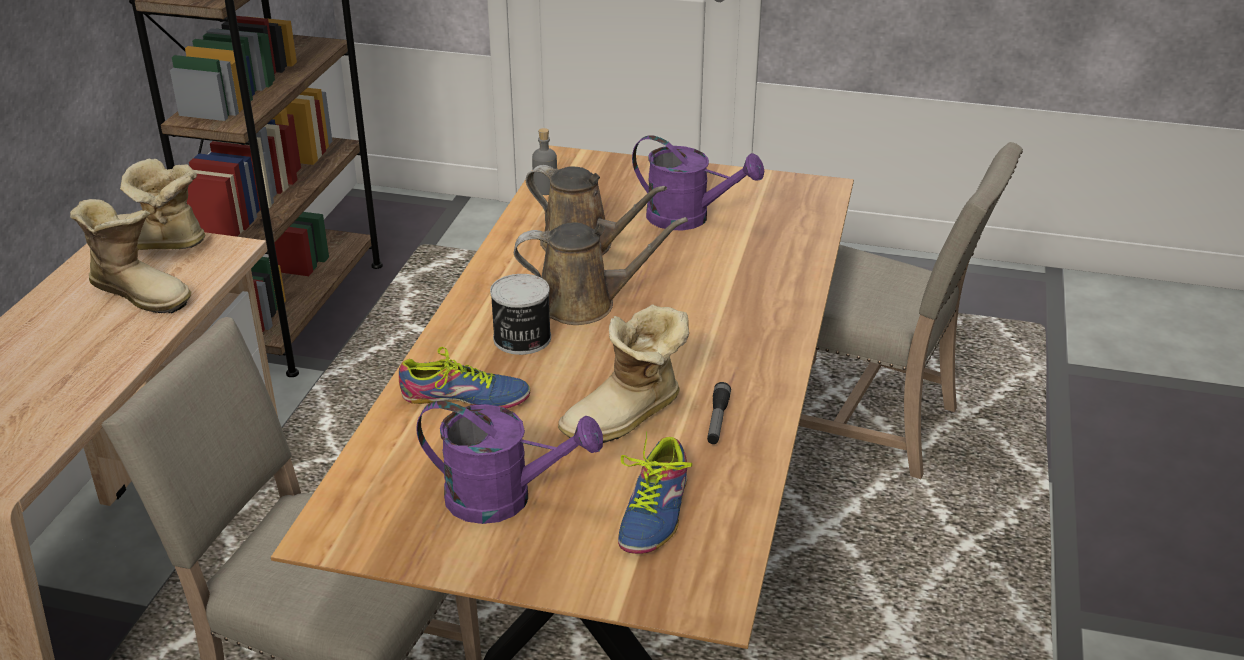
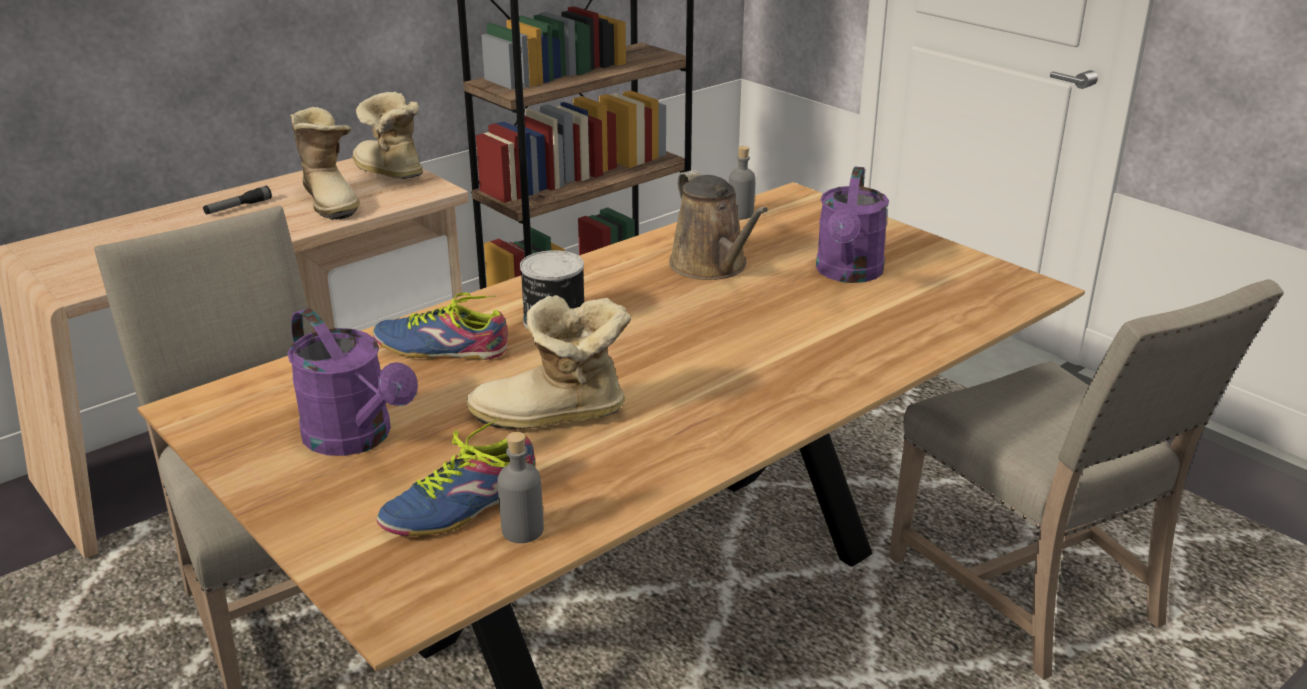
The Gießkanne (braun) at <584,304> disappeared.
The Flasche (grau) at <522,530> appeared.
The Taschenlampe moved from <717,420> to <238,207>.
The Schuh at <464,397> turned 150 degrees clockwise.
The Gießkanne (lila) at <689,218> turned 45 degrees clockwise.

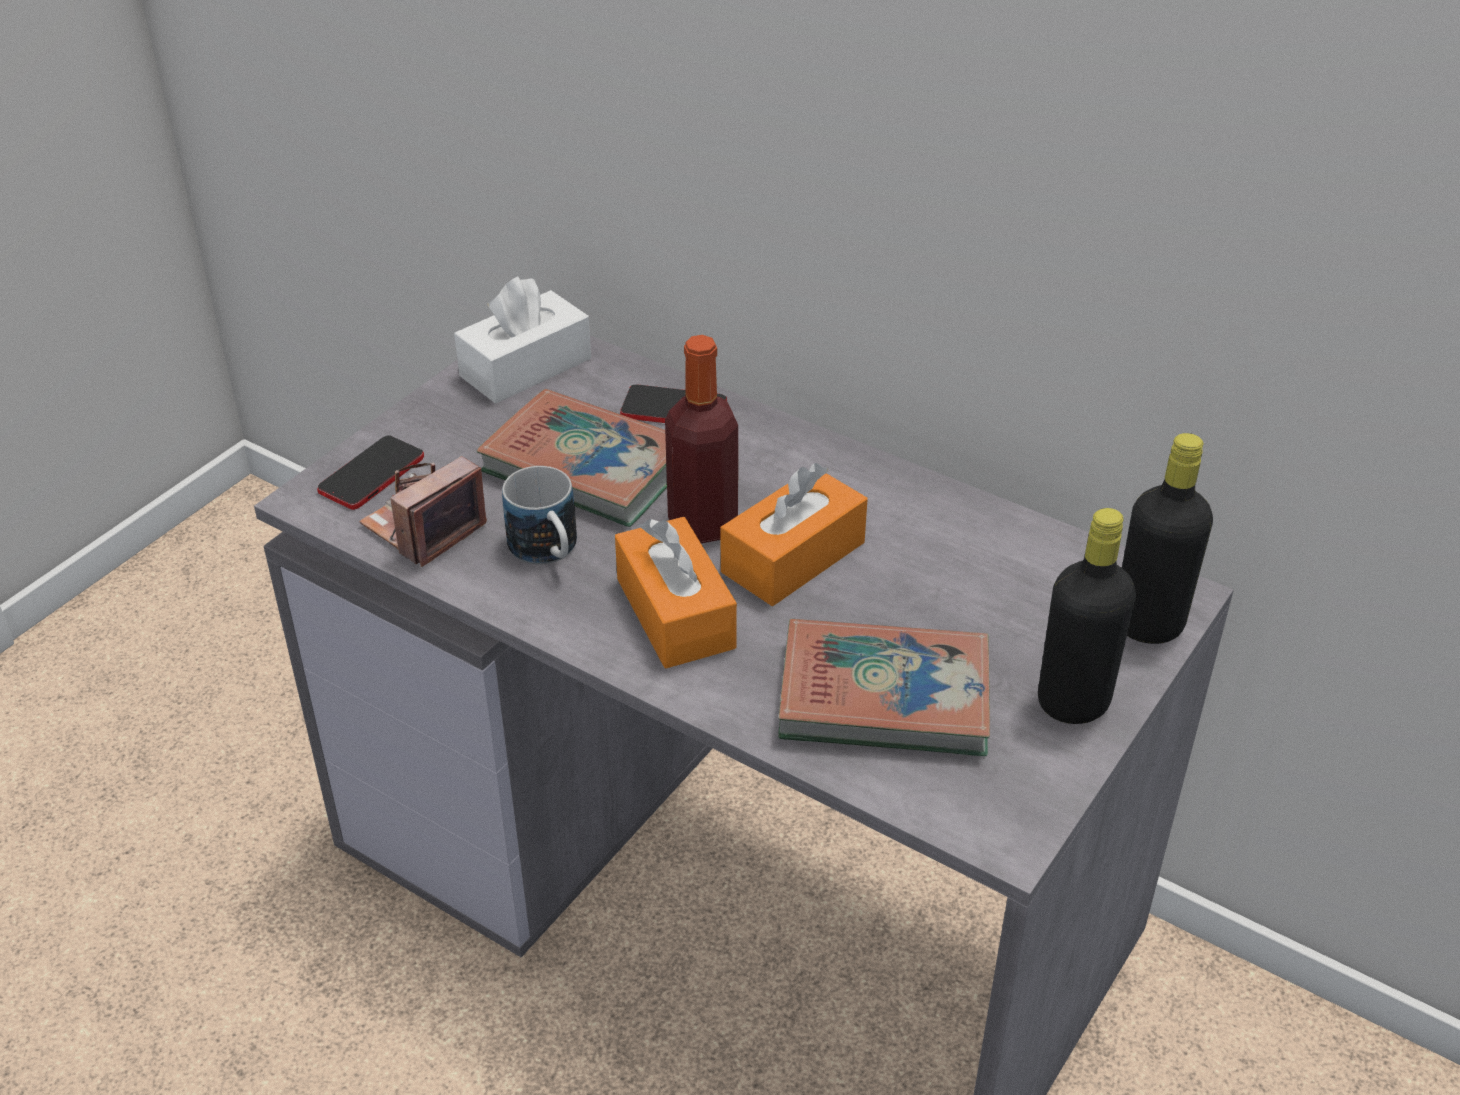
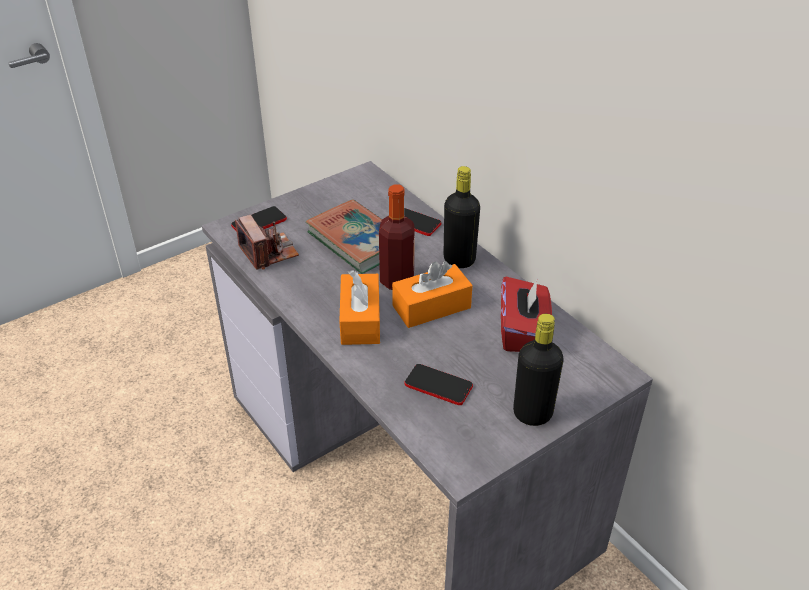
The Taschentuchbox (weiß) at <525,367> disappeared.
The Henkelbecher at <548,553> disappeared.
The Taschentuchbox (rot) at <523,332> appeared.
The Flasche (schwarz) moved from <1148,625> to <459,260>.
The Buch at <884,697> was replaced by the Handy at <438,385>.
The Kamera at <424,528> turned 90 degrees clockwise.

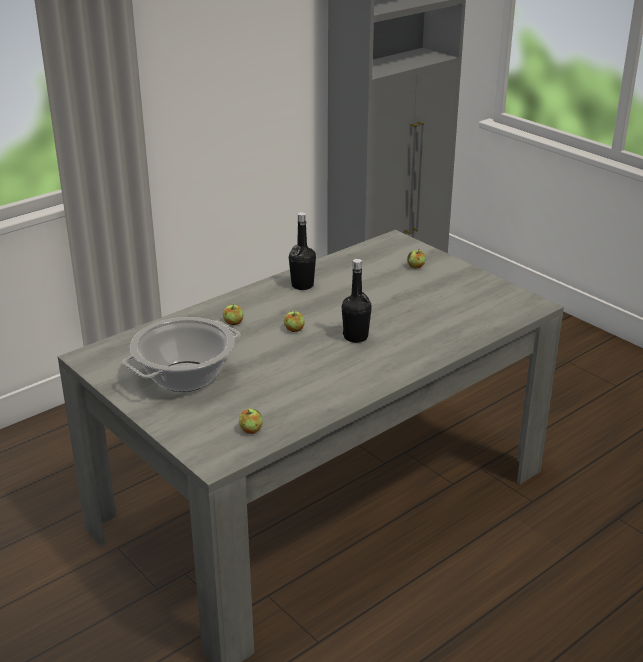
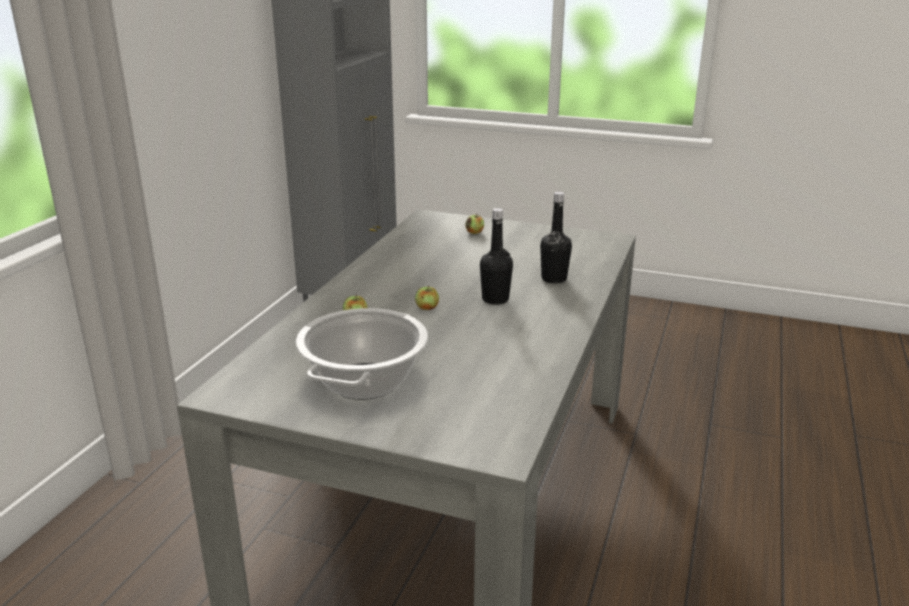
The Apfel at <251,430> disappeared.
The Flasche (schwarz) moved from <302,285> to <554,279>.

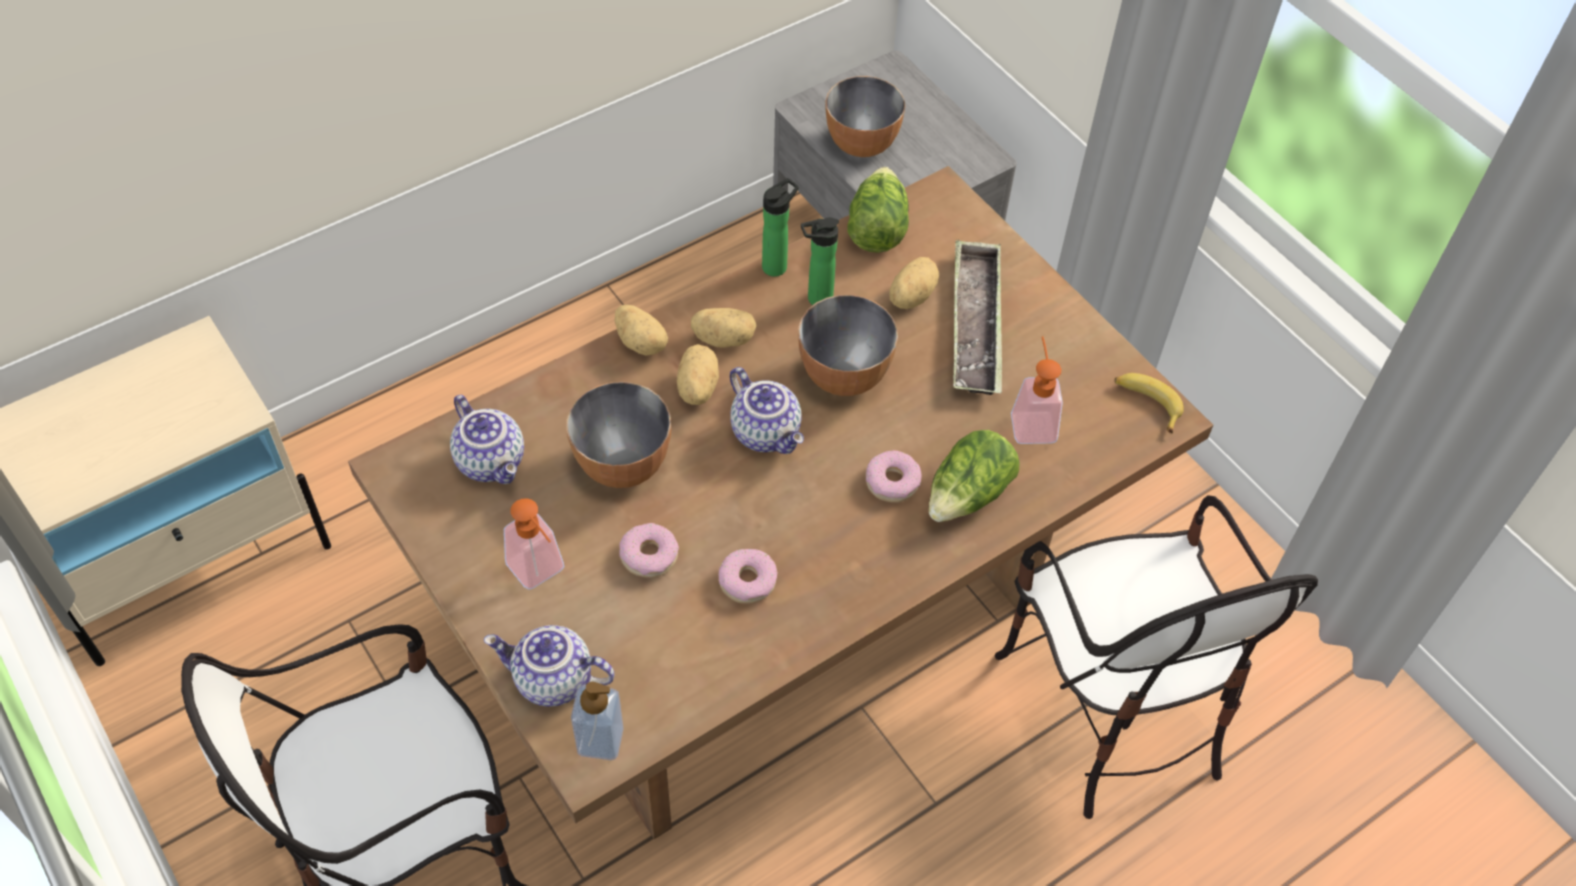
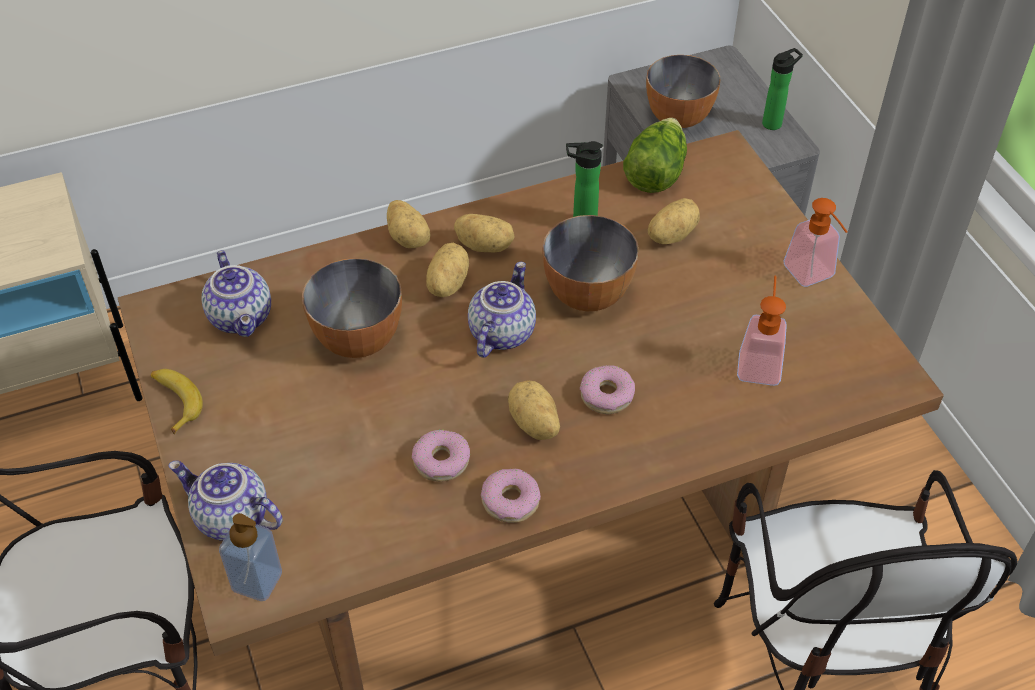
The Salatkopf at <968,495> disappeared.
The Tablett at <976,324> disappeared.
The Kartoffel at <533,424> appeared.
The Seifenspender moved from <541,573> to <813,277>.
The Donut moved from <649,556> to <510,501>.
The Flasche moved from <777,265> to <774,123>.
The Banane moved from <1146,403> to <174,402>.
The Teekanne at <767,432> turned 135 degrees counterclockwise.

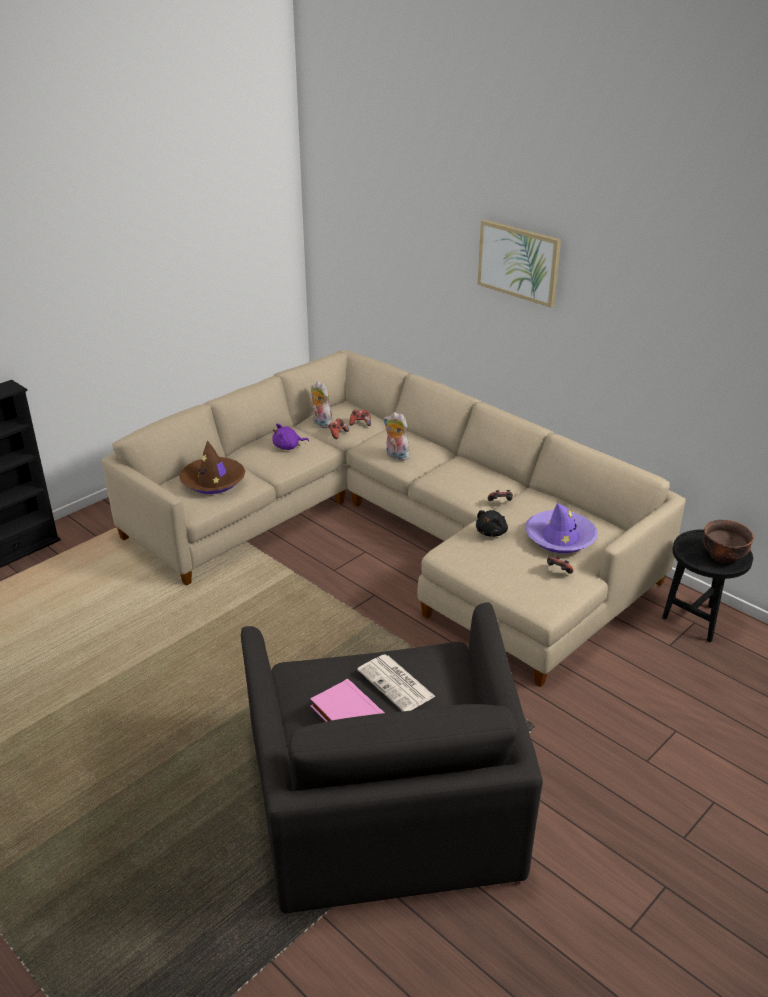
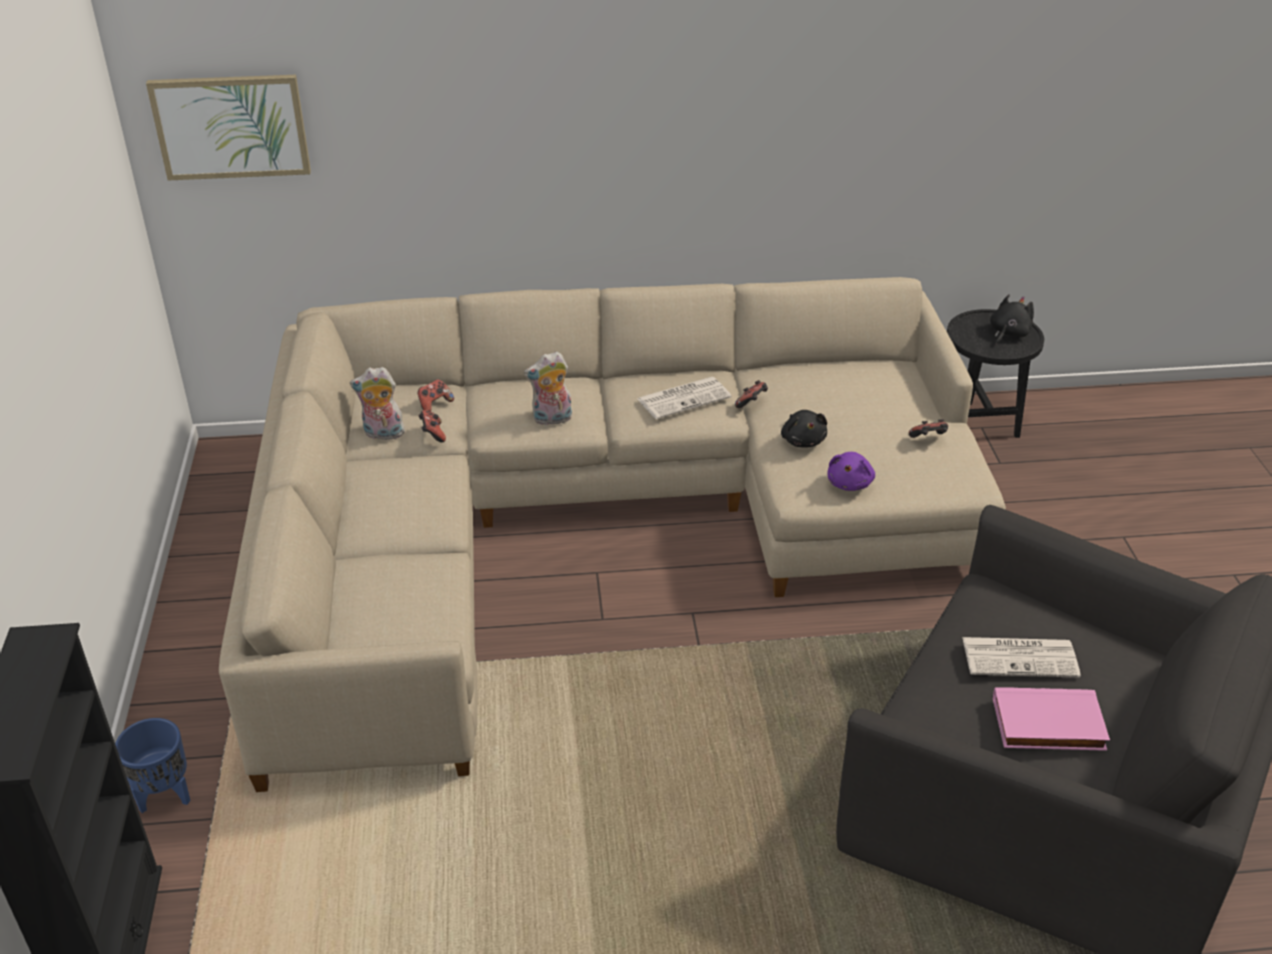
The Hut (braun) at <213,481> disappeared.
The Hut (lila) at <560,538> disappeared.
The Pflanzkübel (blau) at <164,797> appeared.
The Zeitung at <684,398> appeared.
The Plüschtier (lila) moved from <288,447> to <850,483>.
The Bild moved from <519,262> to <231,126>.
The Schüssel (braun) at <722,556> was replaced by the Plüschtier (schwarz) at <1008,333>.

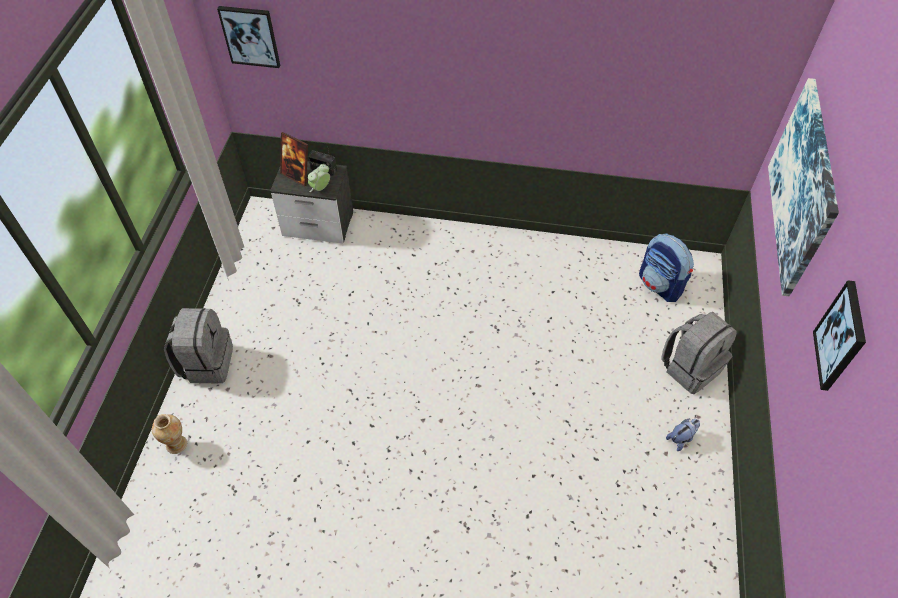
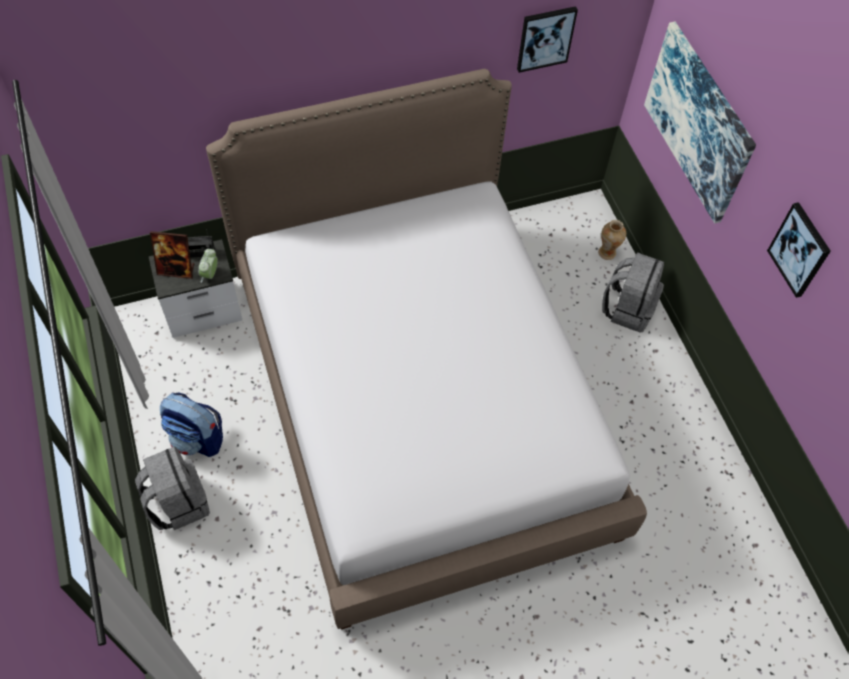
The Plüschtier at <681,438> disappeared.
The Bett at <421,403> appeared.
The Vase moved from <177,444> to <607,253>.
The Bild moved from <250,36> to <545,38>.
The Rucksack moved from <660,285> to <197,439>.

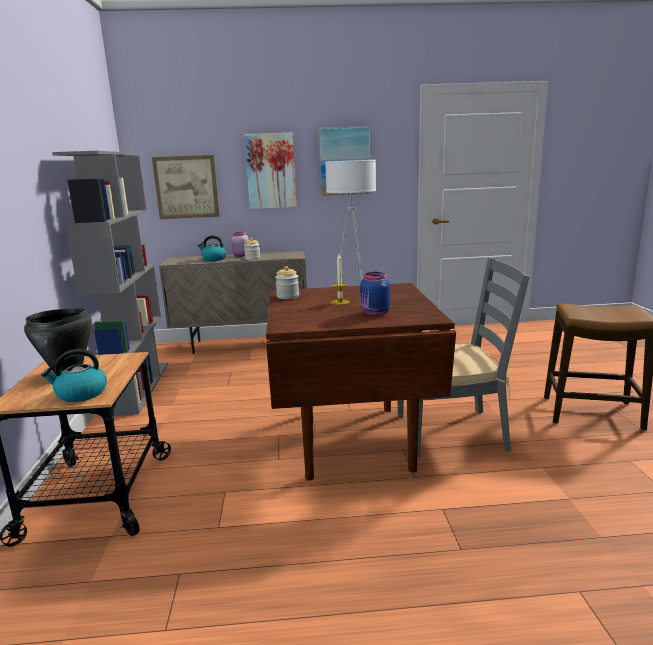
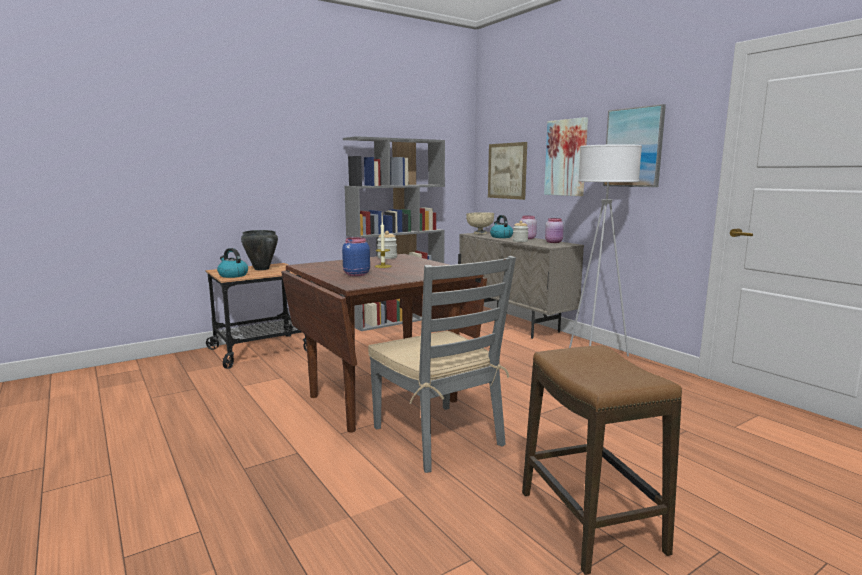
The Schüssel (beige) at <480,233> appeared.
The Vorratsglas (rosa) at <554,242> appeared.

